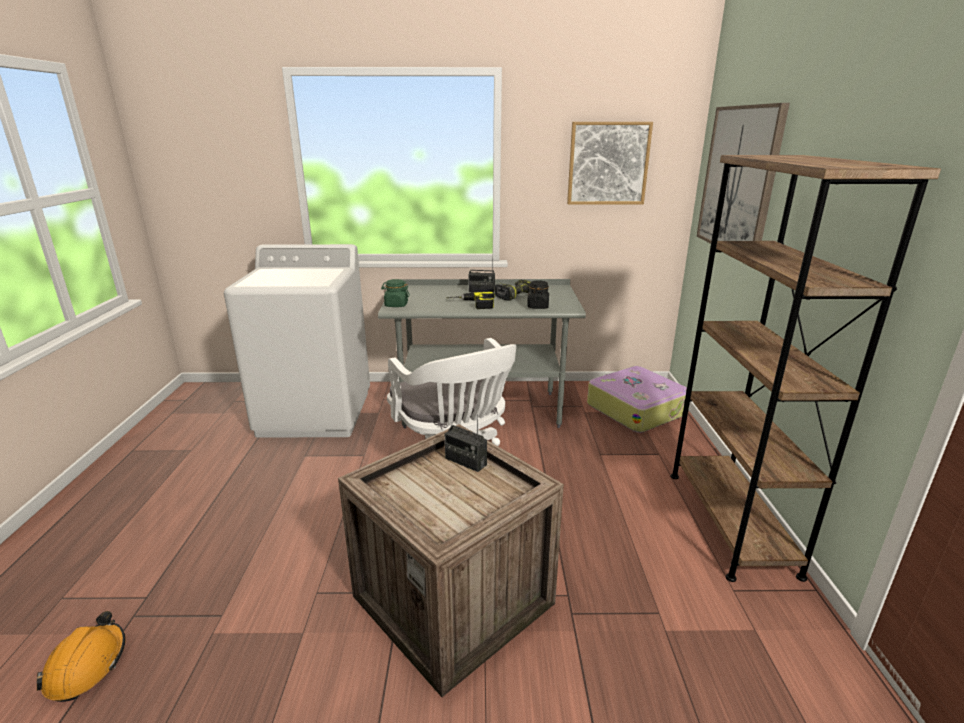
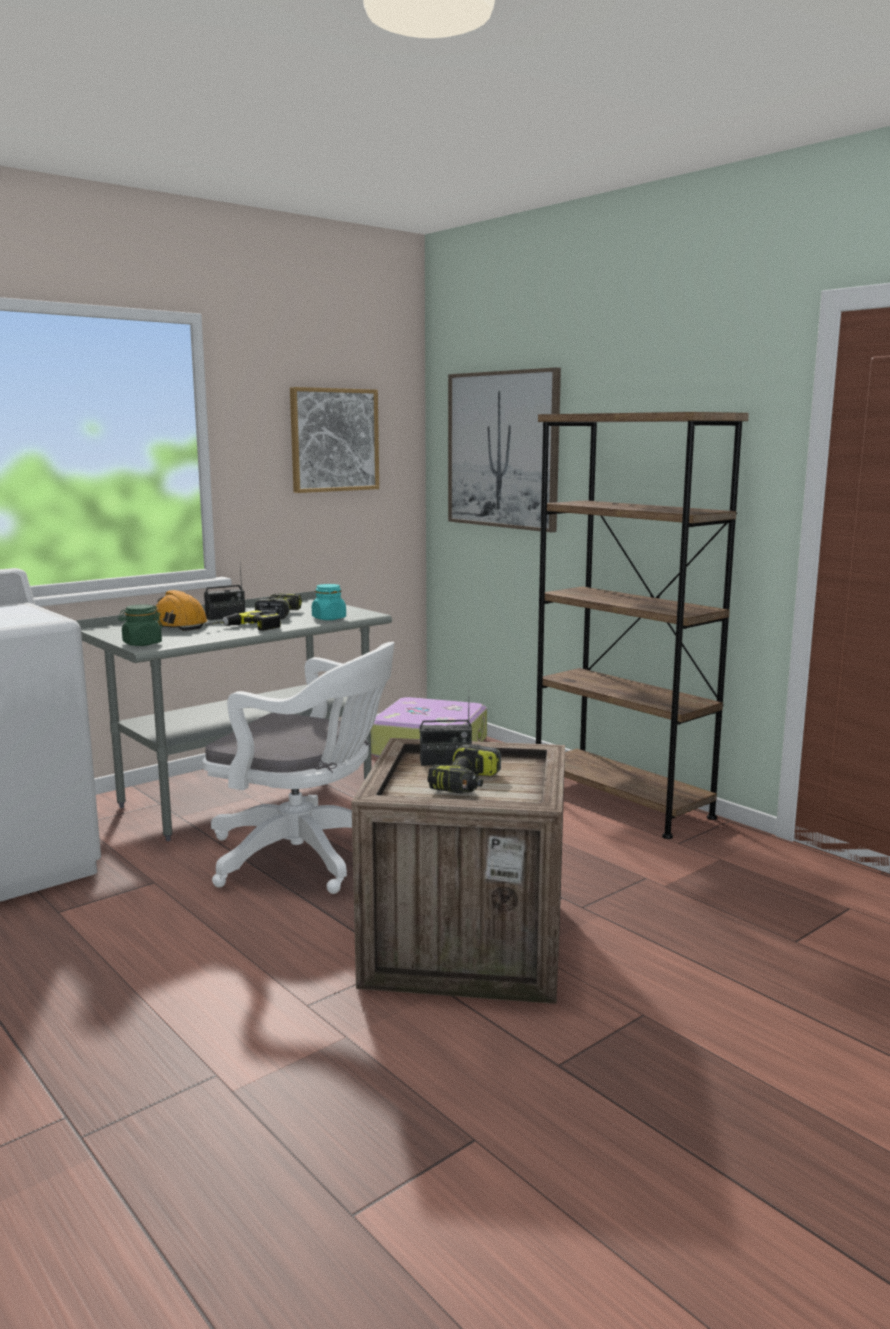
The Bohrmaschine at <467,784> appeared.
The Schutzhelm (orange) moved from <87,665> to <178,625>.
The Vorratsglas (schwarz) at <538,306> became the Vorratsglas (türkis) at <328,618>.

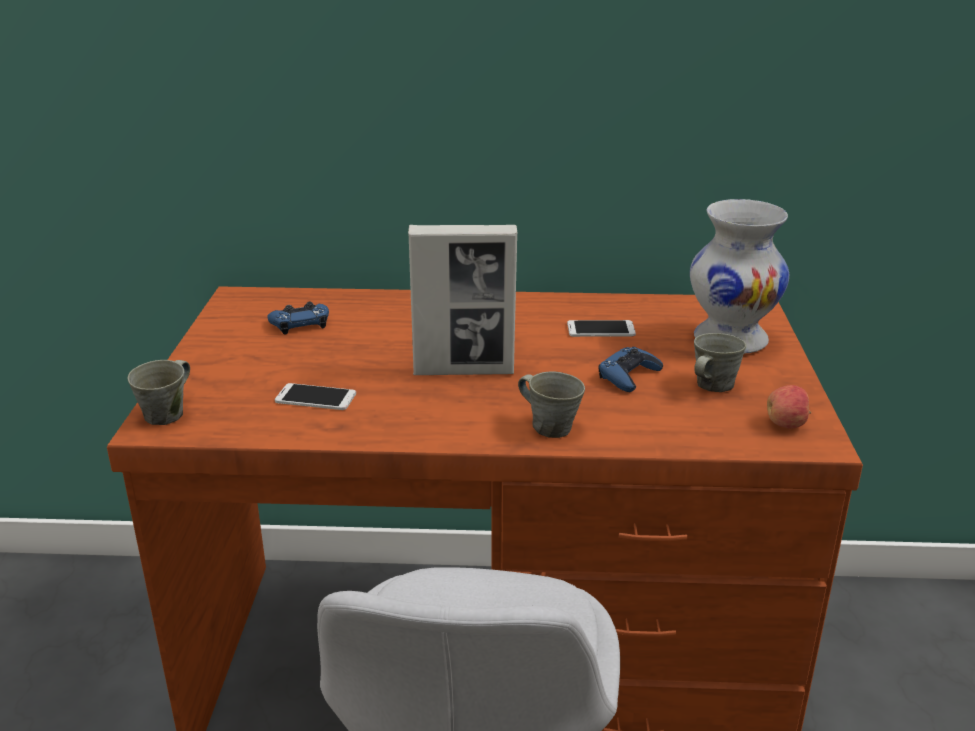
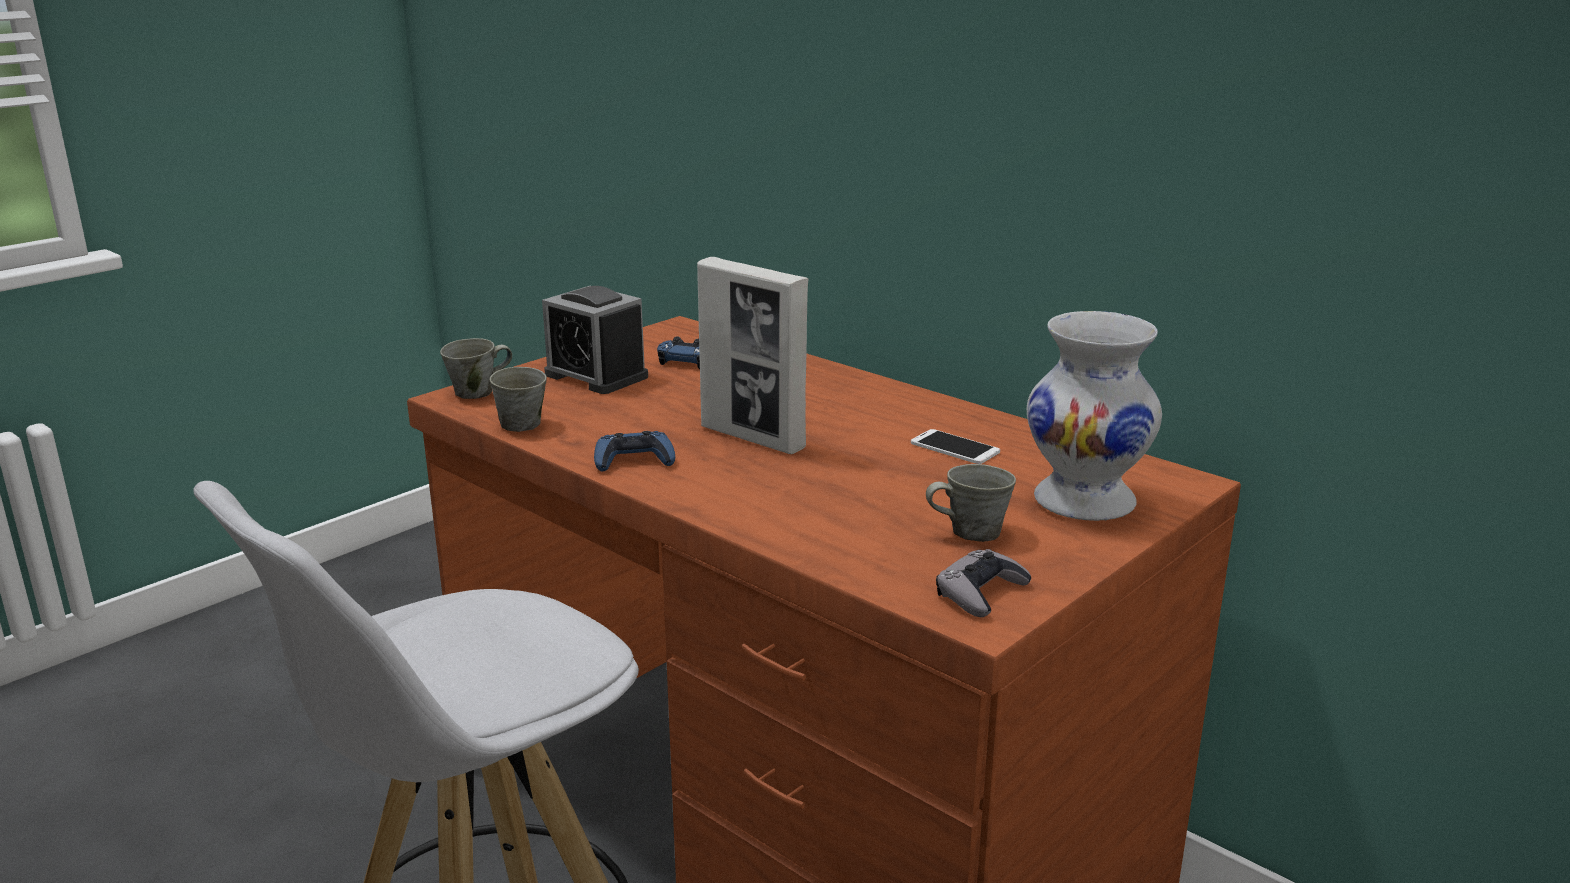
The Handy at <315,398> disappeared.
The Wecker at <596,376> appeared.
The Henkelbecher (grau) moved from <550,427> to <521,423>.
The Gamepad (blau) moved from <629,376> to <634,460>.
The Apfel at <786,424> was replaced by the Gamepad (grau) at <981,592>.

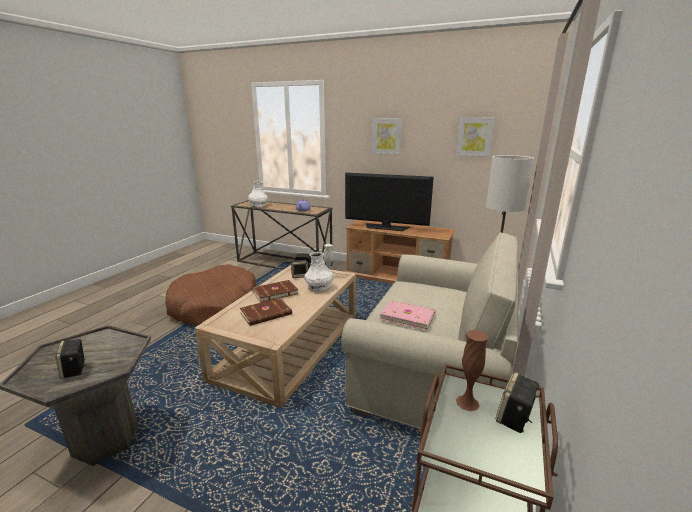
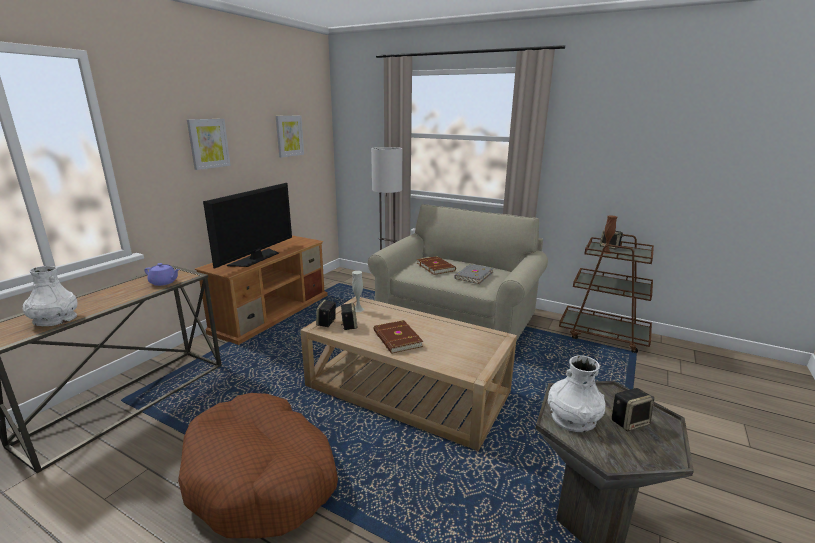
The Buch (braun) moved from <266,314> to <436,267>.
The Vase (weiß) moved from <319,286> to <572,417>.
The Buch (rosa) at <407,316> became the Buch (grau) at <473,275>.

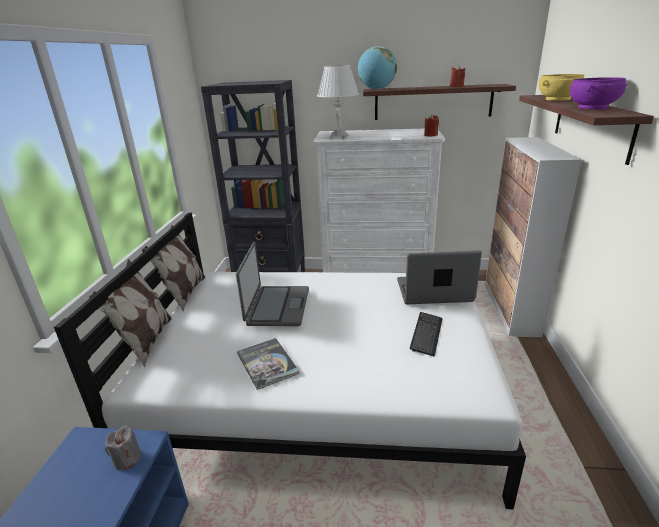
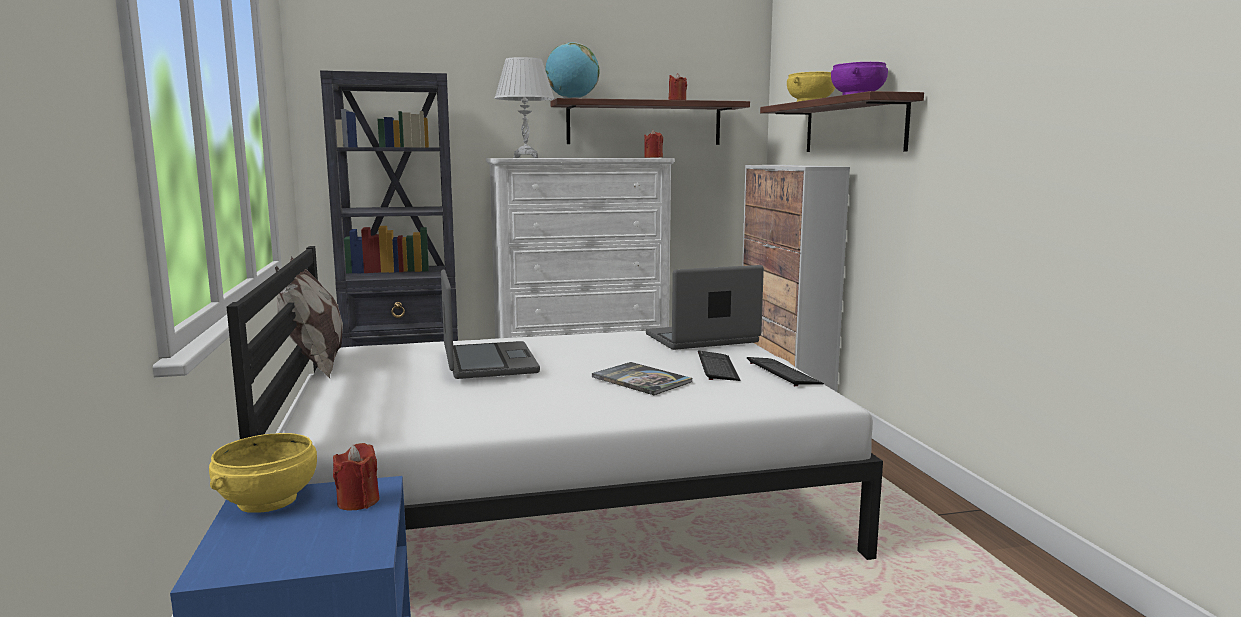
The Kissen at <145,342> disappeared.
The Schüssel (gelb) at <268,501> appeared.
The Tastatur at <783,373> appeared.
The Buch moved from <267,363> to <641,380>.
The Kerze (grau) at <127,459> became the Kerze (rot) at <358,502>.

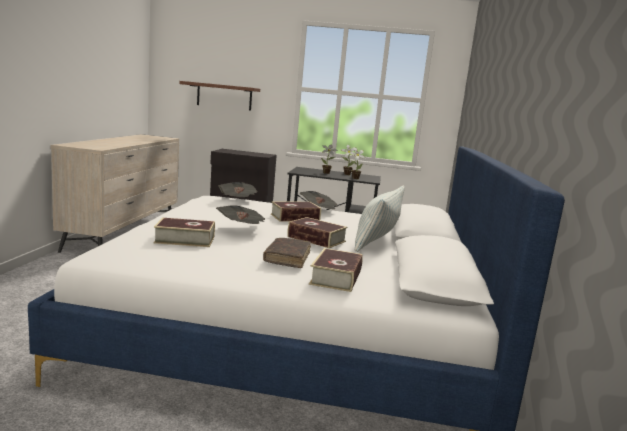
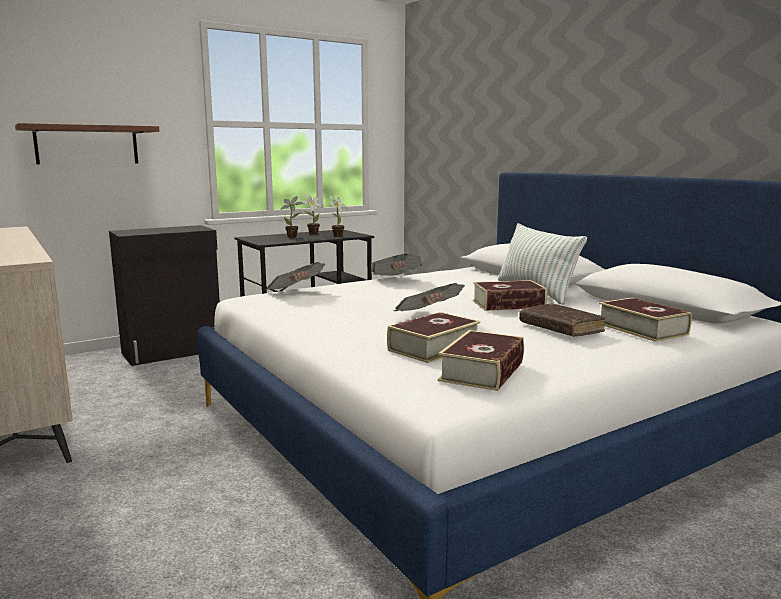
The Buch moved from <295,217> to <482,371>.

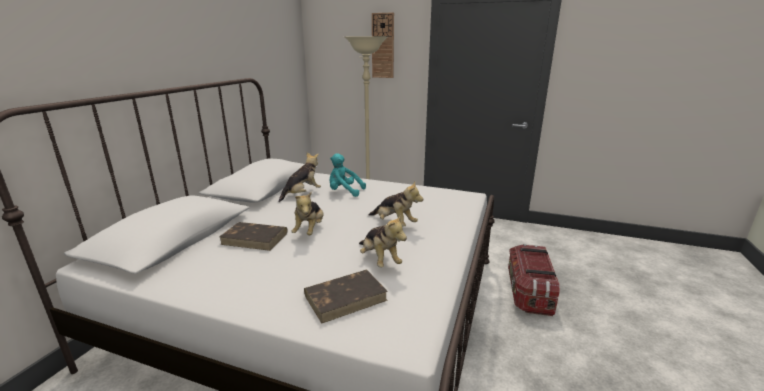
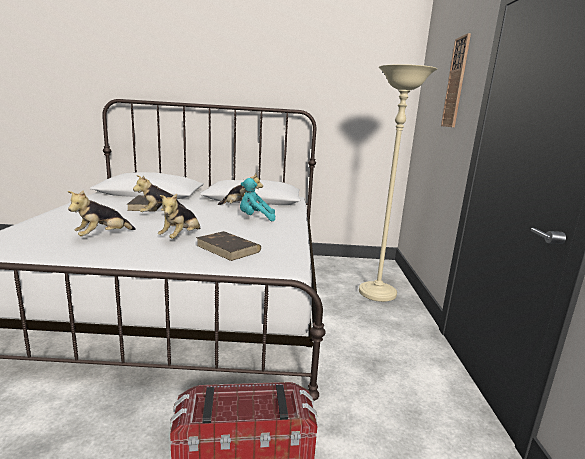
The Buch (braun) moved from <346,297> to <228,248>.
The Plüschtier (türkis) at <344,192> turned 90 degrees counterclockwise.

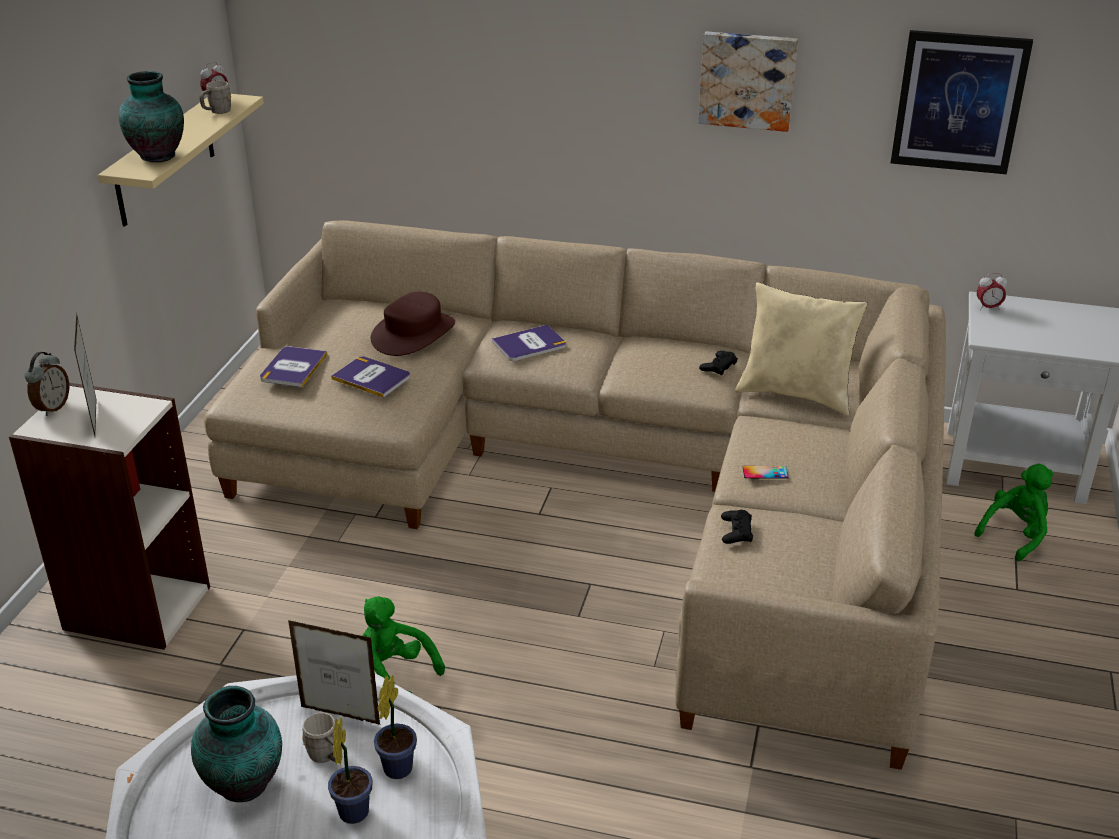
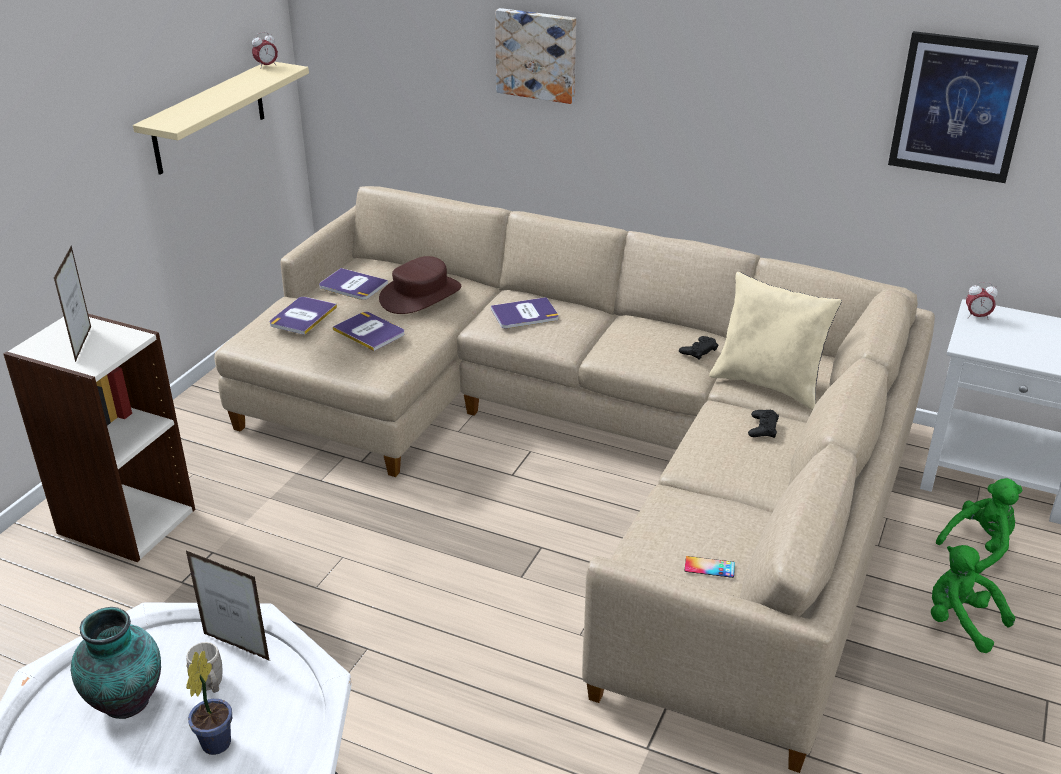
The Wecker at <52,407> disappeared.
The Vase at <158,155> disappeared.
The Henkelbecher (grau) at <217,112> disappeared.
The Topfpflanze at <399,765> disappeared.
The Buch at <352,285> appeared.
The Plüschtier (grün) moved from <392,675> to <960,621>.
The Bild moved from <747,80> to <537,54>.
The Gamepad (schwarz) moved from <736,531> to <763,428>.
The Handy moved from <765,472> to <709,567>.

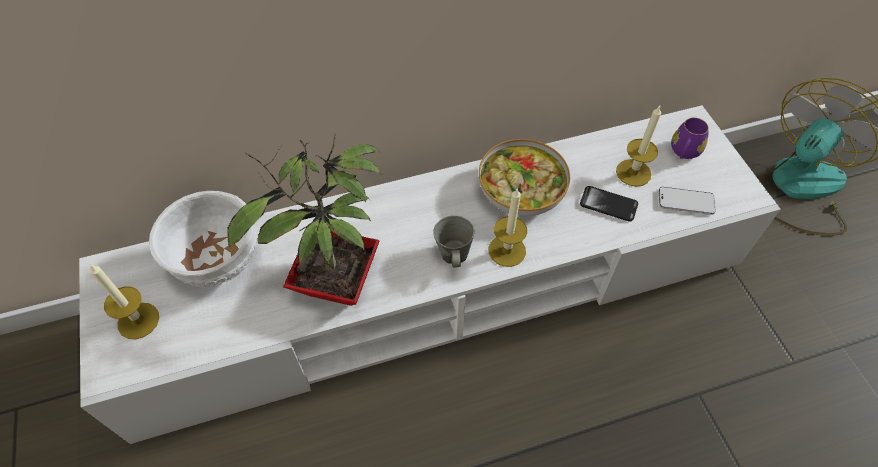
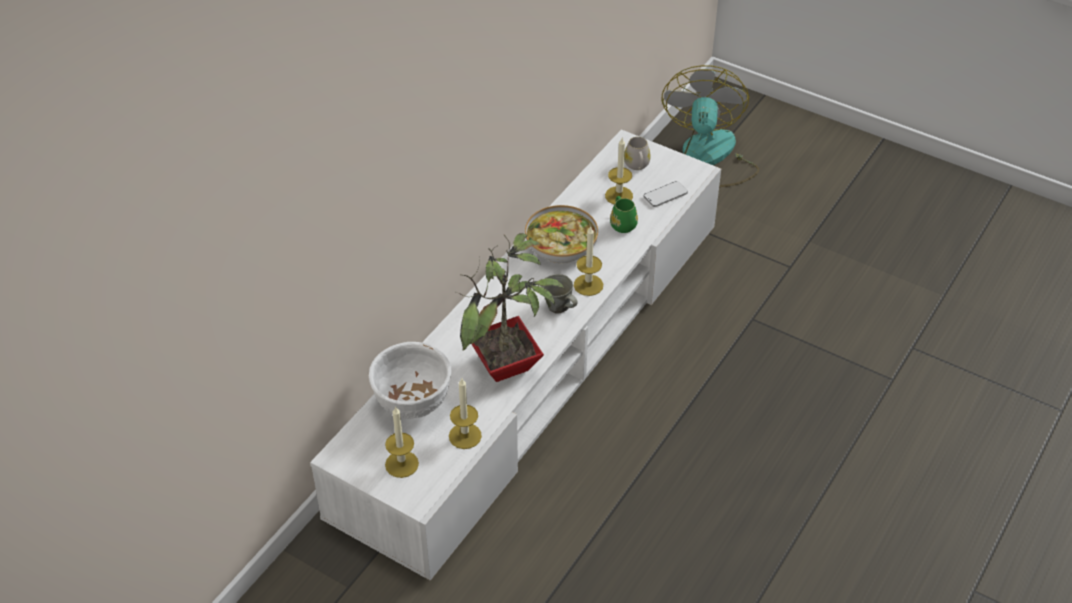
The Kerze at <465,436> appeared.
The Handy at <608,204> was replaced by the Henkelbecher (grün) at <622,223>.
The Henkelbecher (lila) at <683,152> became the Henkelbecher (weiß) at <637,166>.

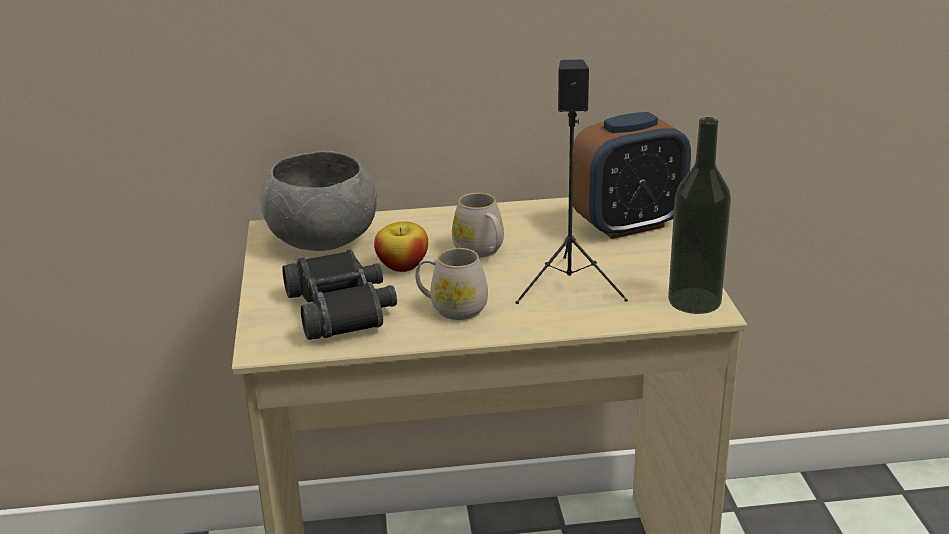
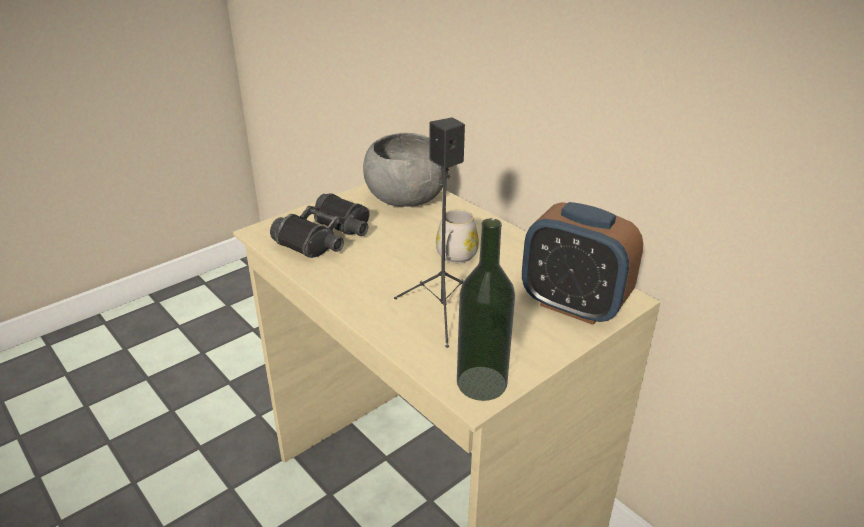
The Apfel at <402,266> disappeared.
The Henkelbecher (weiß) at <452,308> disappeared.

